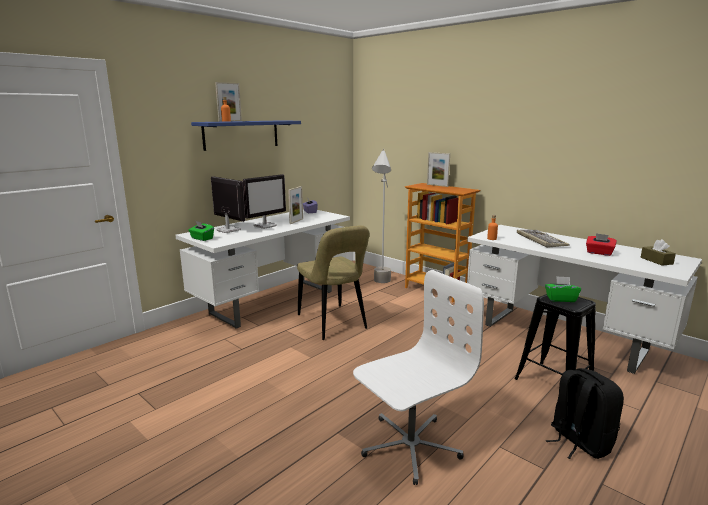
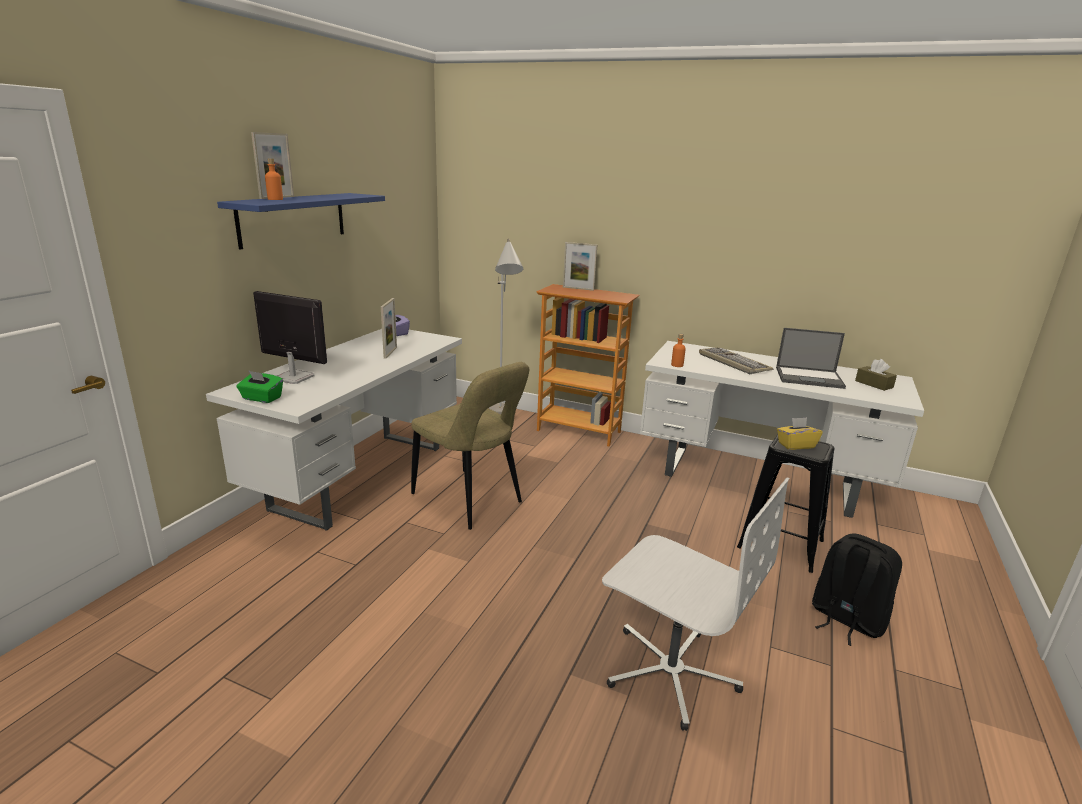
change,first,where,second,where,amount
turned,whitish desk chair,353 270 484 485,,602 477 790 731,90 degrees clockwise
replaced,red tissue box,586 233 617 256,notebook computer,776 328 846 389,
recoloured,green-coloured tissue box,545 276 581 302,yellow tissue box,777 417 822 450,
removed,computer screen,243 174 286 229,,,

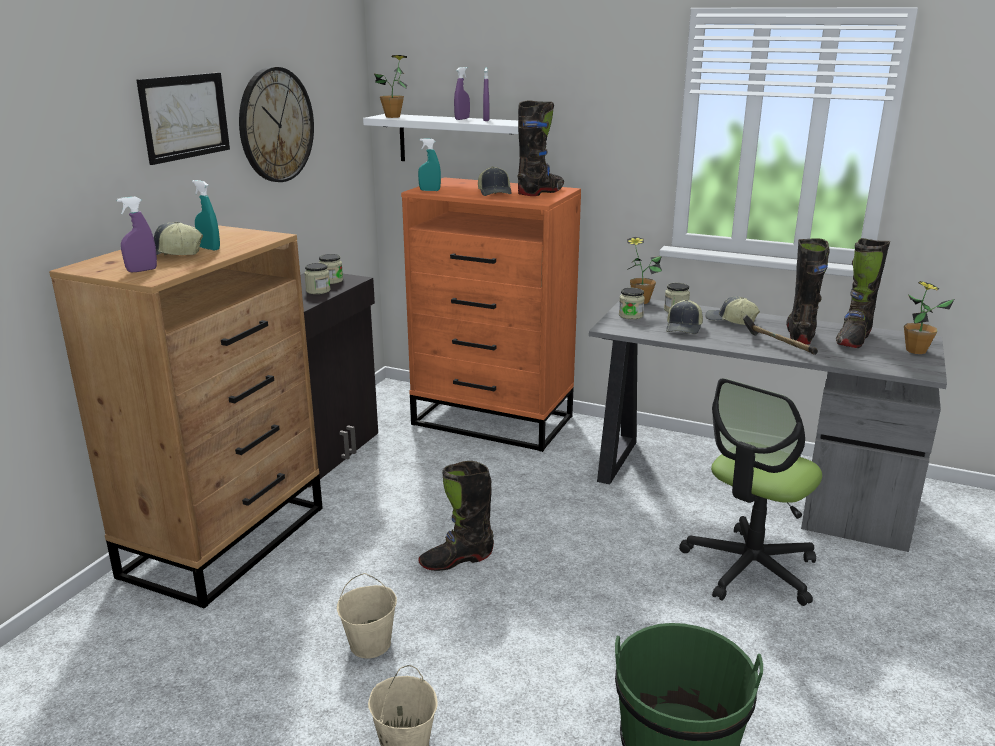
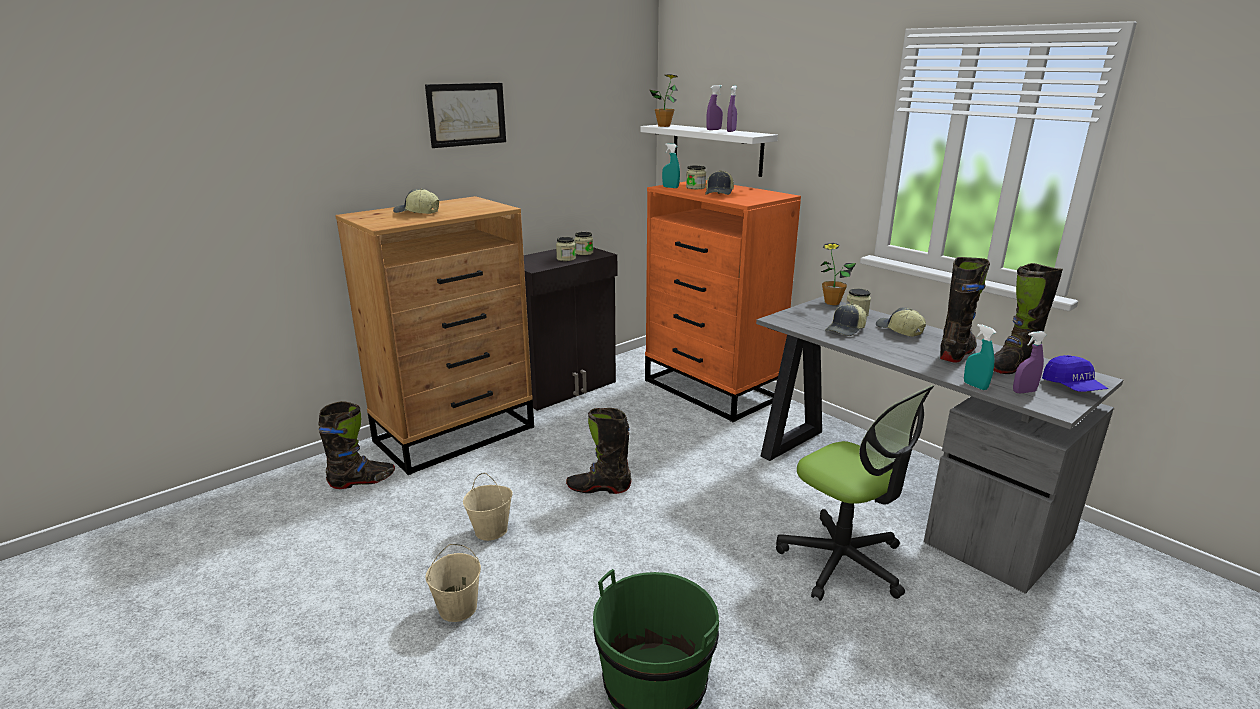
change,first,where,second,where,amount
moved,black-coloured boot,518 100 564 196,,318 401 395 489,
moved,storage jar,619 288 645 320,,686 165 706 189,
turned,desk chair,679 378 822 606,,776 385 934 601,105 degrees counterclockwise
moved,turquoise-coloured spray bottle,192 180 220 251,,964 324 997 390,
moved,purplish spray bottle,117 196 157 273,,1013 331 1047 393,
replaced,plant in a pot,904 281 954 354,blue-coloured peaked cap,1042 355 1108 392,
removed,wall clock,239 67 314 182,,,
removed,hand hammer,743 315 818 355,,,

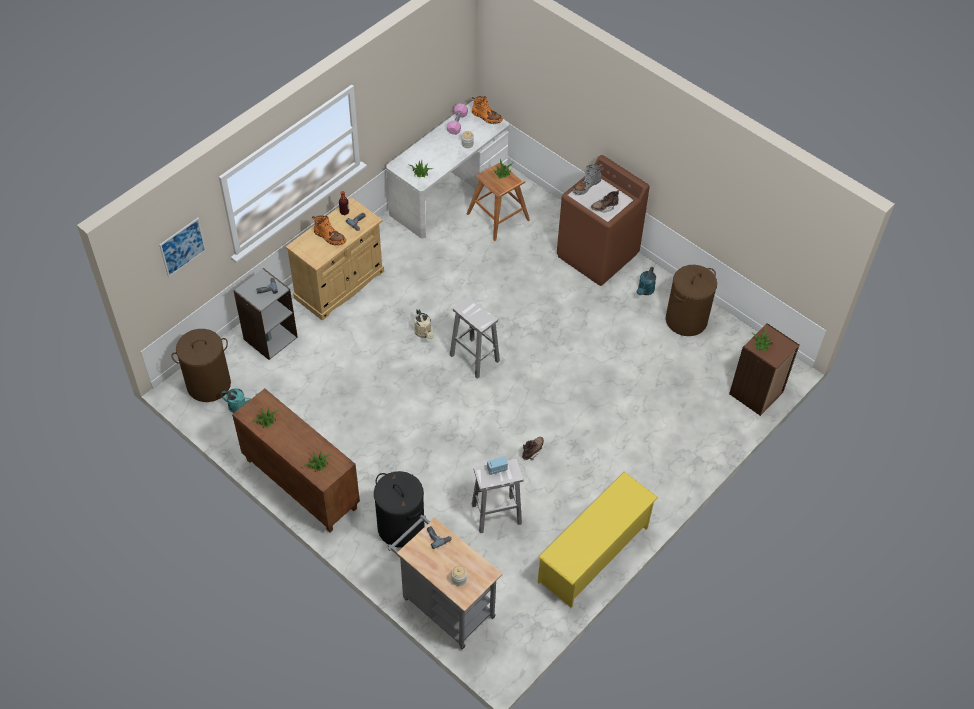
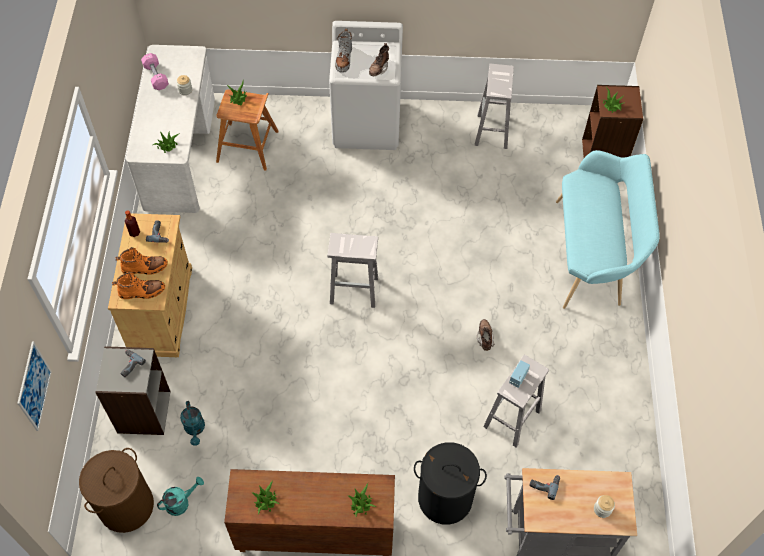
change,first,where,second,where,amount
moved,orangey boot,471 96 503 124,,112 272 165 299,
moved,turquoise-coloured sprinkling can,637 267 656 295,,180 401 205 446,
recoloured,brownish washing machine,557 155 650 286,whitish washing machine,329 21 403 150,
replaced,brownish hamper,666 265 717 336,whitish stool,475 64 514 149,
added,,,turquoise-coloured bench,556 150 660 309,
removed,beige sprinkling can,414 309 434 339,,,
removed,yellow shoe stand,537 472 658 608,,,

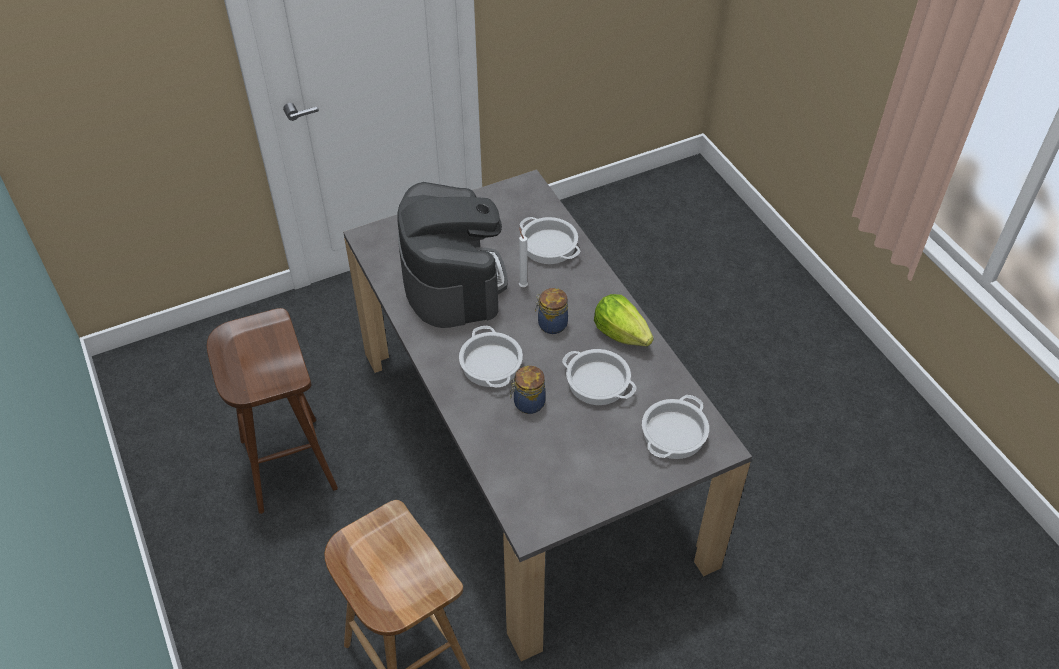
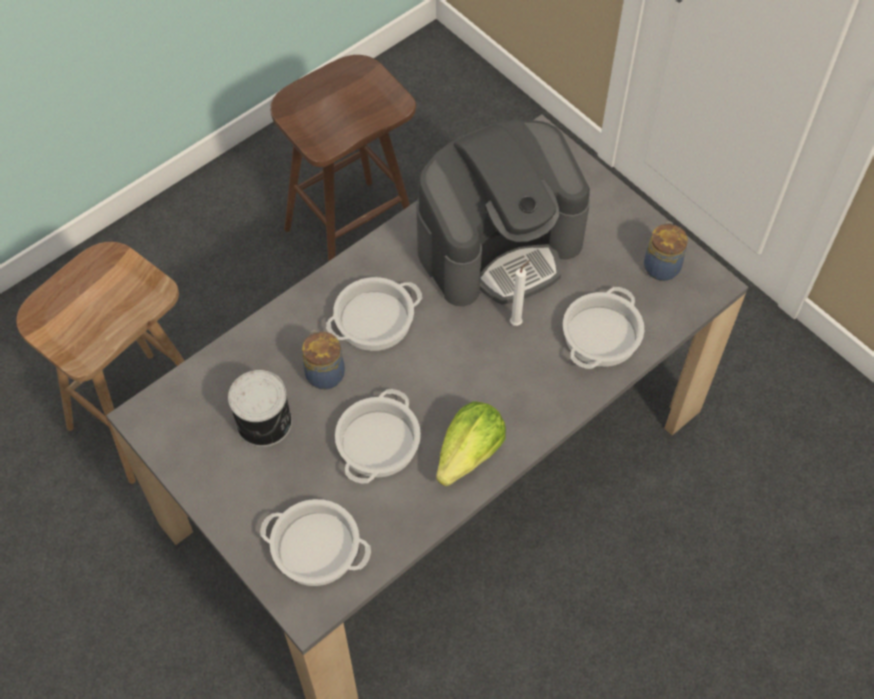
change,first,where,second,where,amount
added,,,can,228 370 292 447,
moved,storage jar,535 288 568 334,,644 222 688 281,

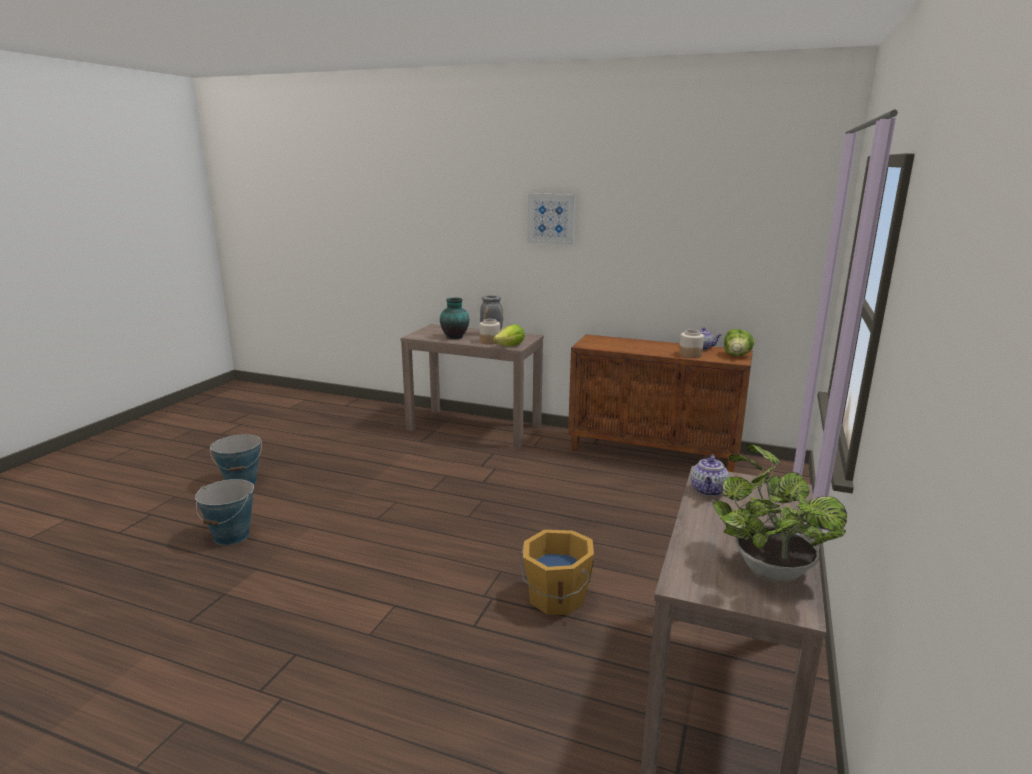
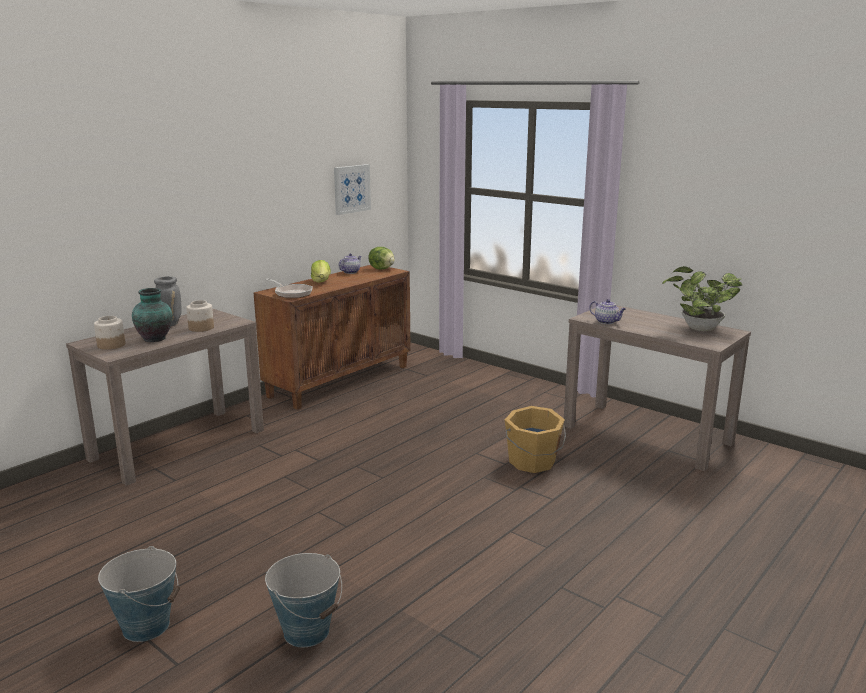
change,first,where,second,where,amount
moved,storage jar,679 330 704 358,,94 316 125 350,
added,,,pan,265 278 313 298,
moved,head of lettuce,493 324 525 346,,311 260 331 283,
moved,wall picture,527 193 576 245,,334 164 371 215,

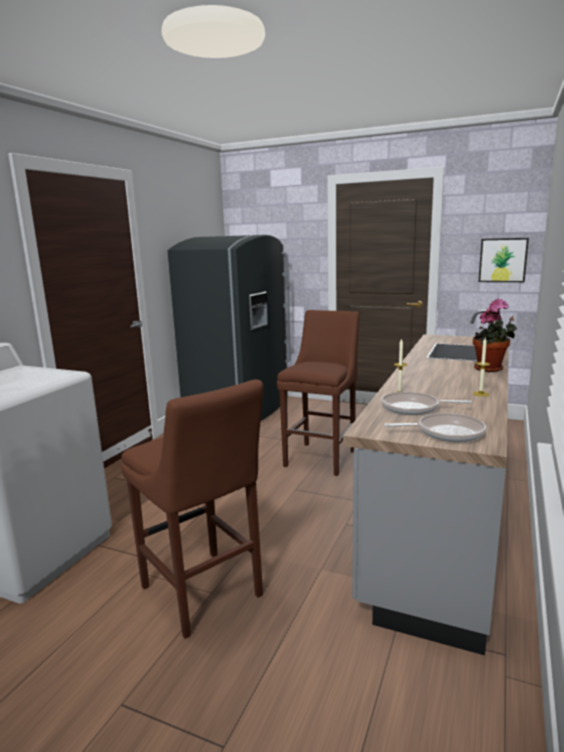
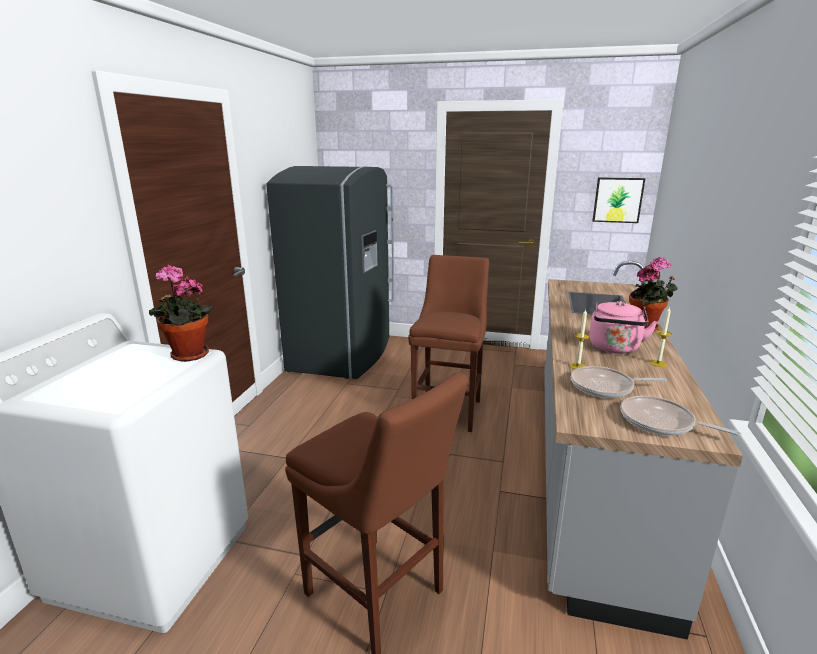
change,first,where,second,where,amount
added,,,plant in a pot,149 265 214 362,
added,,,pinkish water kettle,589 301 658 354,
turned,pan,384 413 486 443,,621 396 742 436,135 degrees counterclockwise

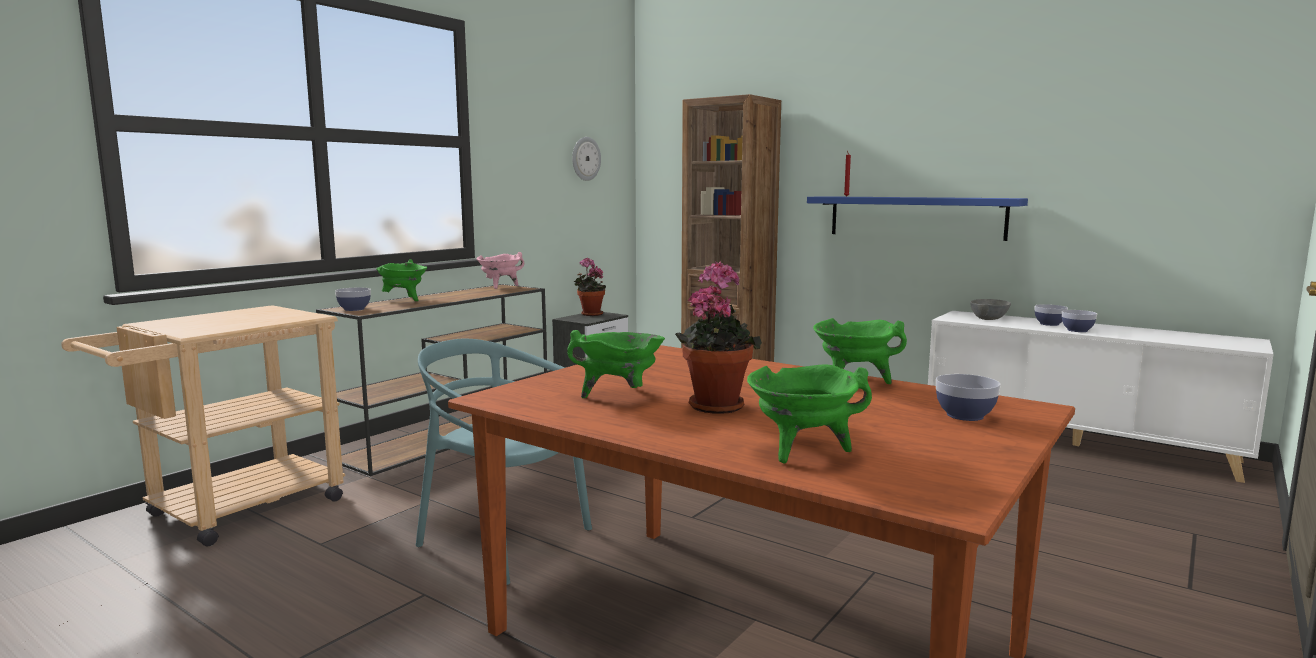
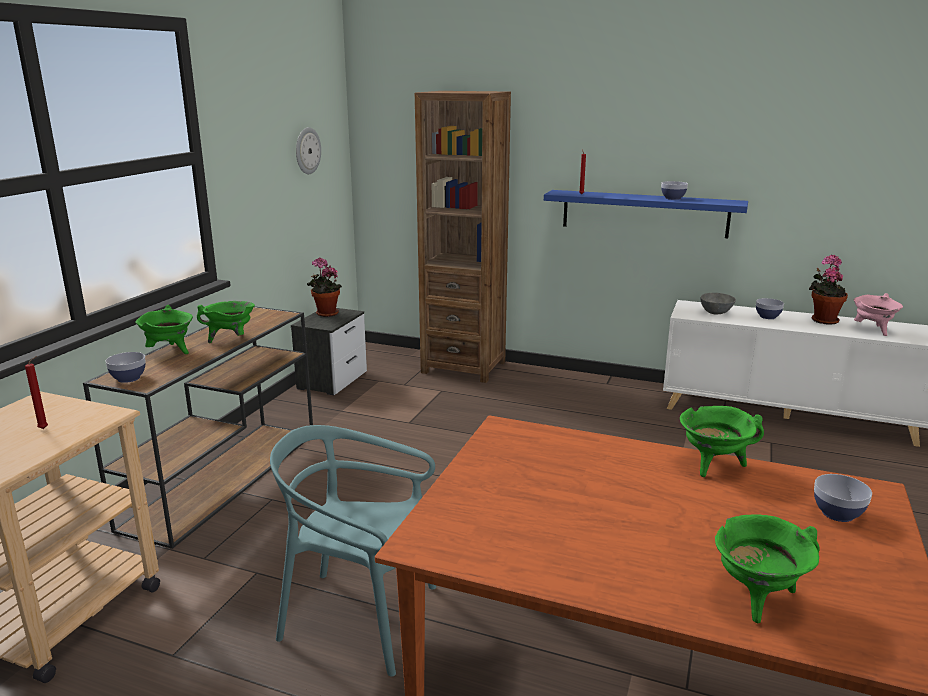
change,first,where,second,where,amount
added,,,red wax candle,25 356 48 429,
moved,green-coloured saucepot,567 330 665 398,,197 301 255 343,
moved,serving bowl,1062 310 1097 332,,661 181 688 200,
moved,plant in a pot,675 262 762 414,,809 255 848 325,
moved,pinkish saucepot,476 252 524 289,,853 293 903 336,

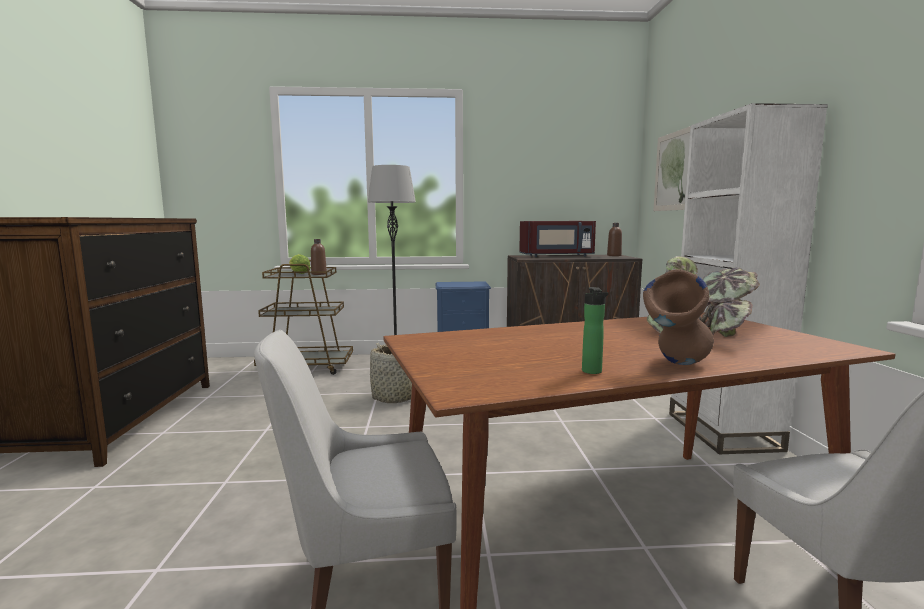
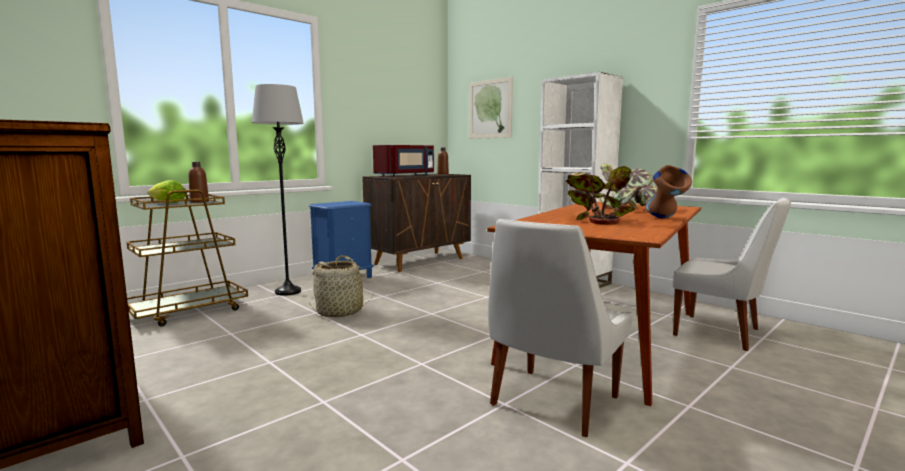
change,first,where,second,where,amount
added,,,plant in a pot,566 166 635 225,
removed,bottle,582 287 609 374,,,

